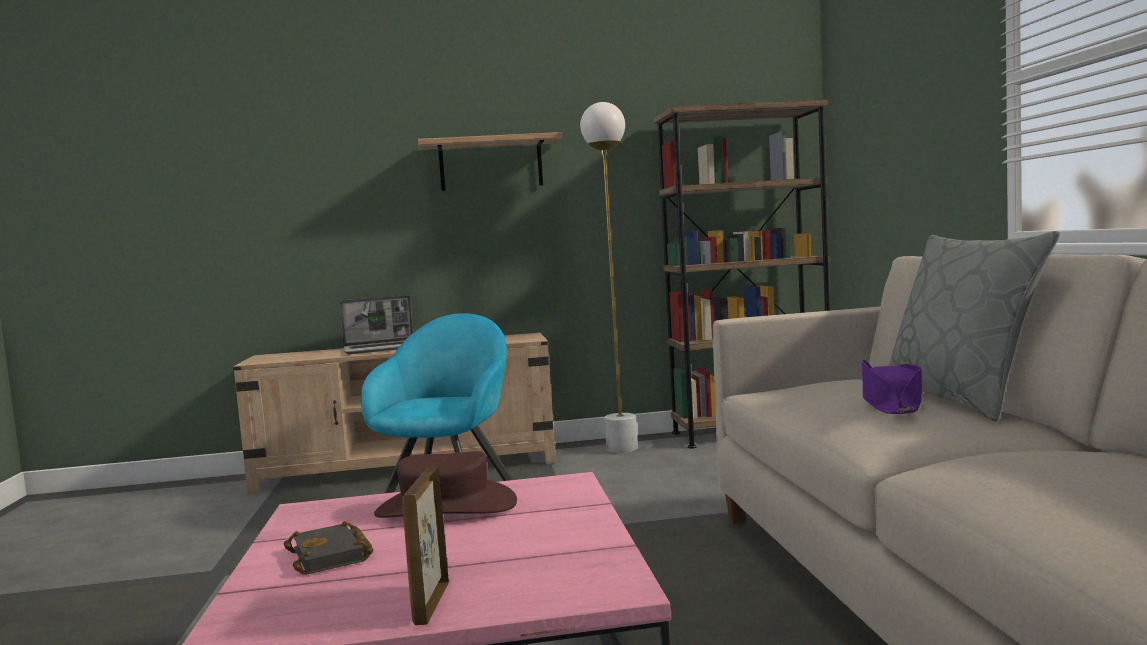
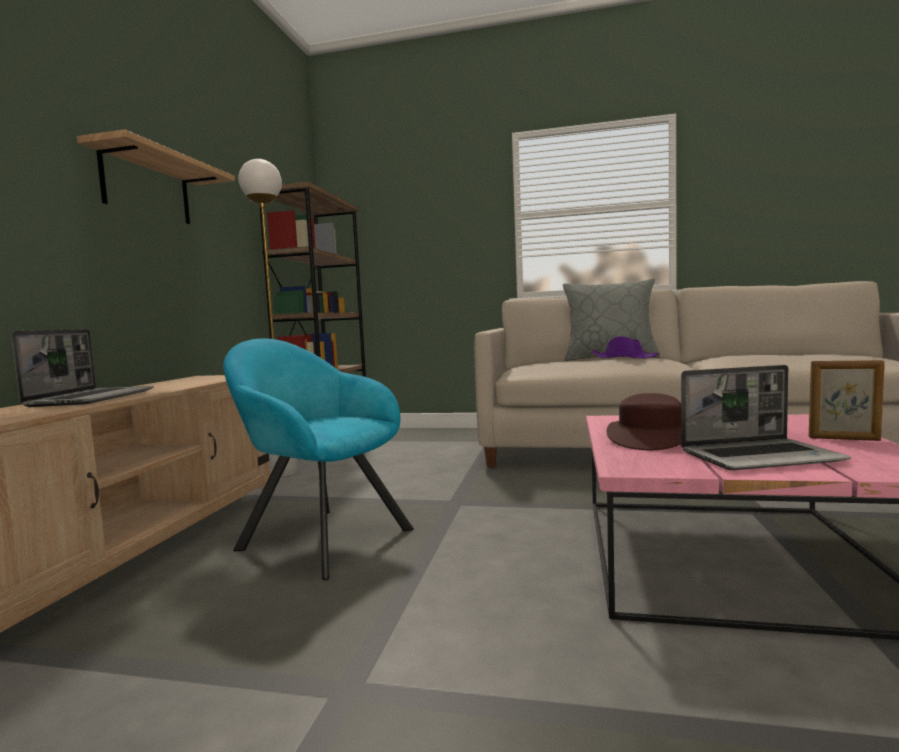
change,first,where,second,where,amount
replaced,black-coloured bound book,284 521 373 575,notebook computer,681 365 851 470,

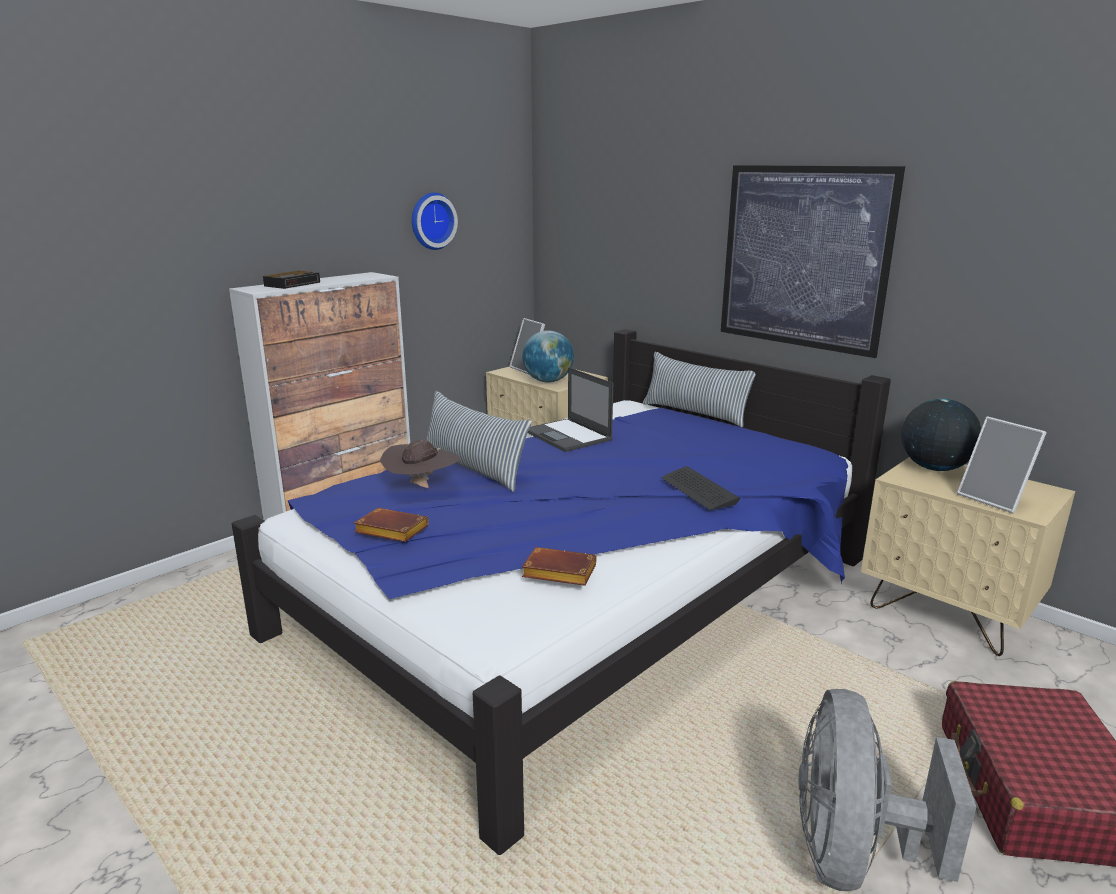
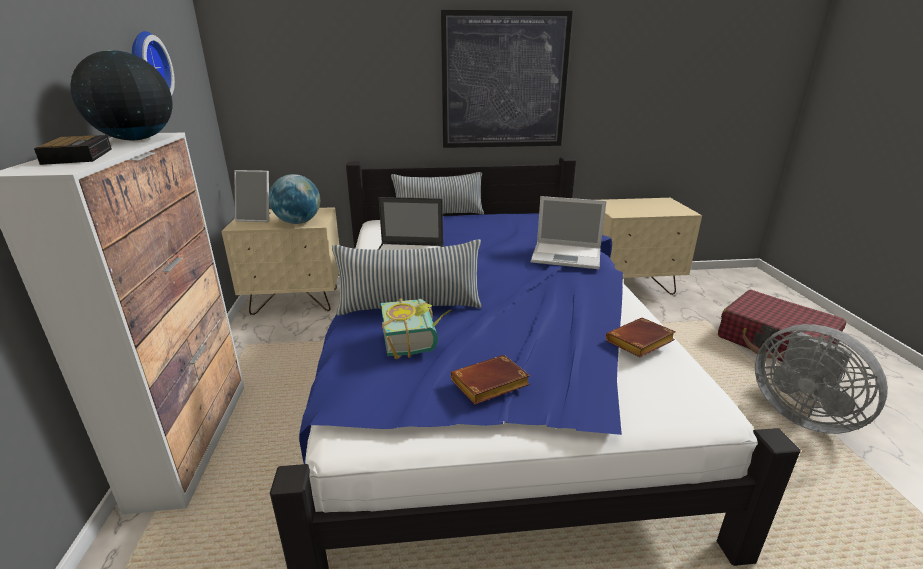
change,first,where,second,where,amount
moved,globe,901 399 981 471,,70 50 172 140,
replaced,brownish hat,380 439 460 488,bound book,381 298 451 359,
replaced,PC keyboard,662 466 741 510,notebook computer,531 196 607 269,
removed,picture frame,957 416 1047 513,,,

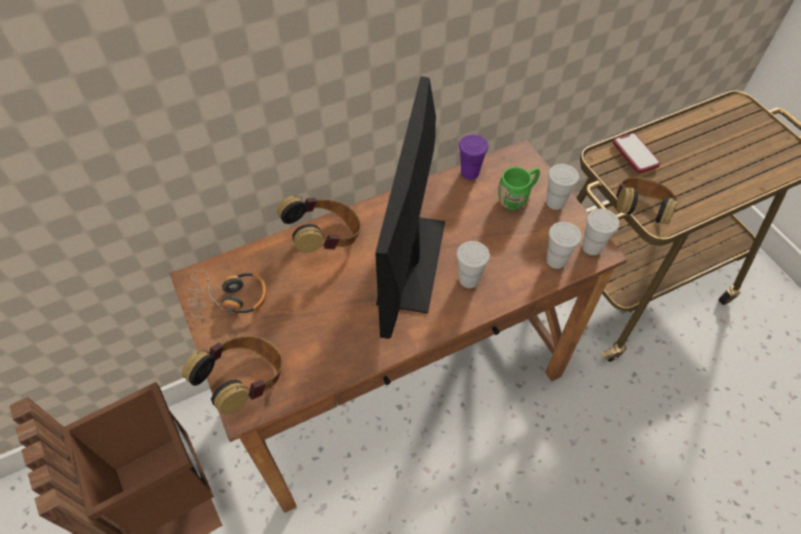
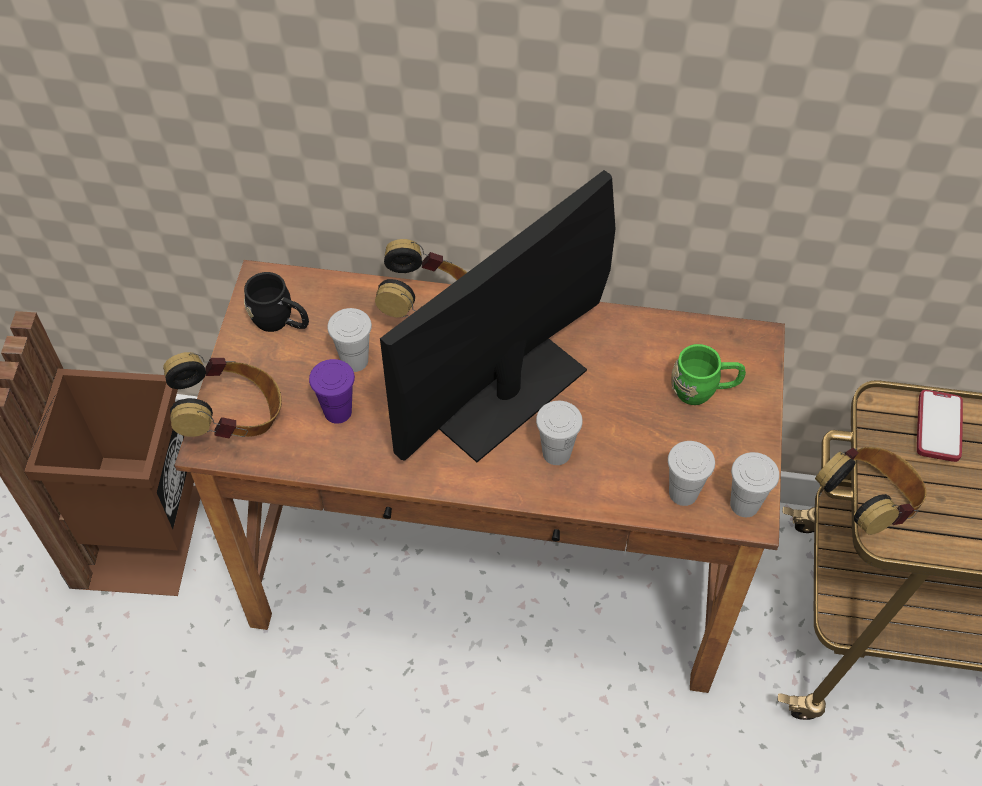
change,first,where,second,where,amount
replaced,pair of headphones,188 270 267 326,black-coloured tea mug,244 272 309 332,
moved,purplish drinking cup,459 135 488 180,,309 359 355 424,
moved,whitish drinking cup,546 164 579 210,,328 308 372 372,

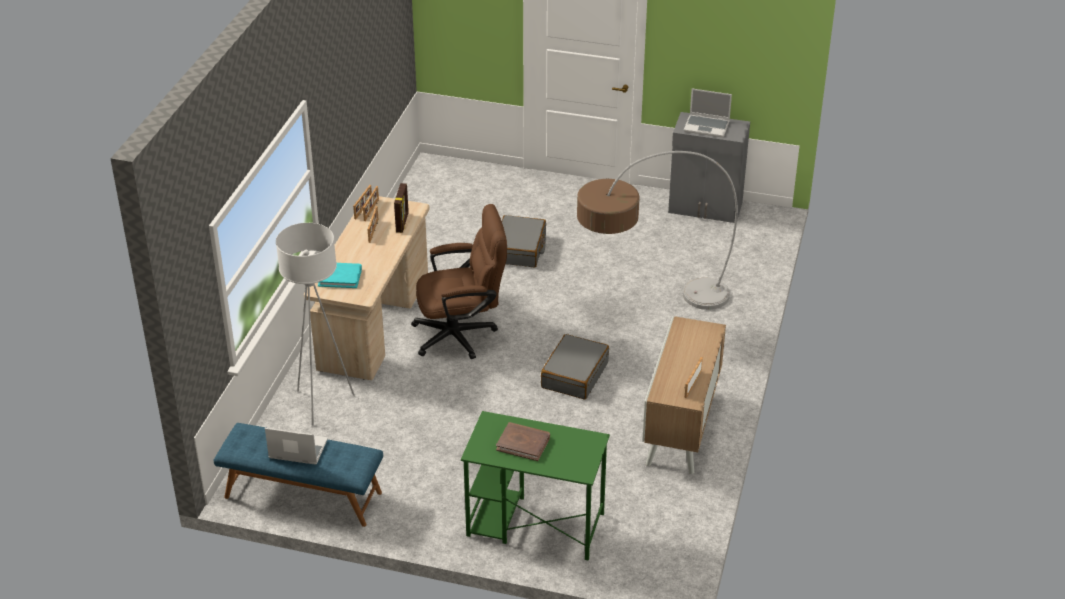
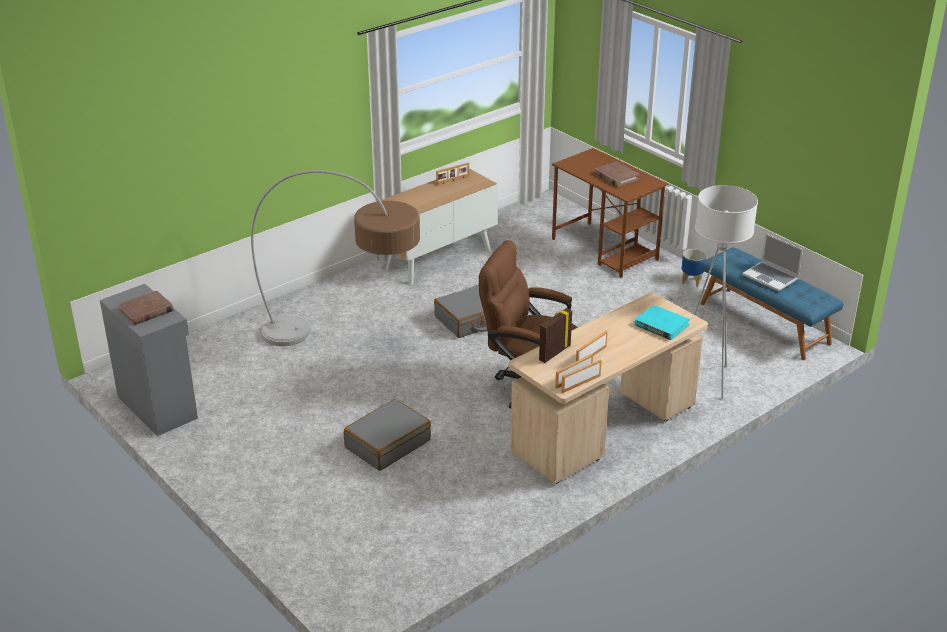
change,first,where,second,where,amount
replaced,notebook computer,684 89 732 137,brownish bound book,118 290 174 325,
recoloured,green-coloured desk,461 411 610 561,brownish desk,552 148 668 278,
added,,,planter,682 249 706 287,

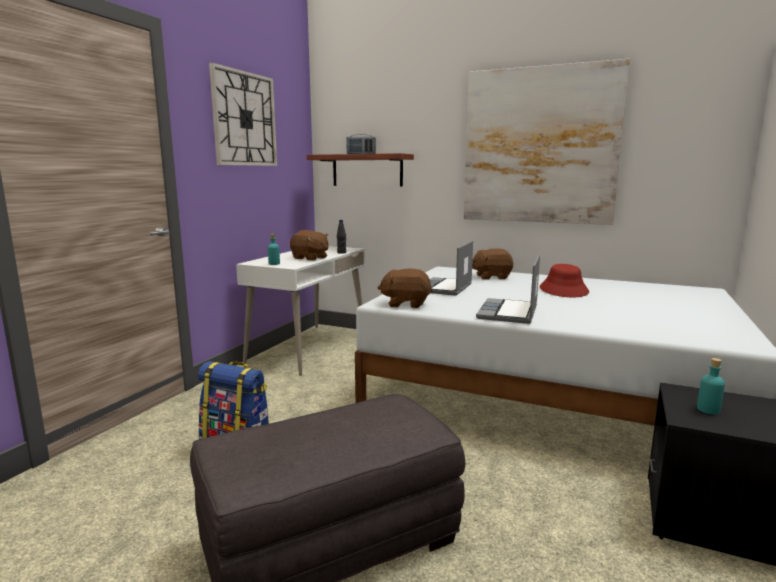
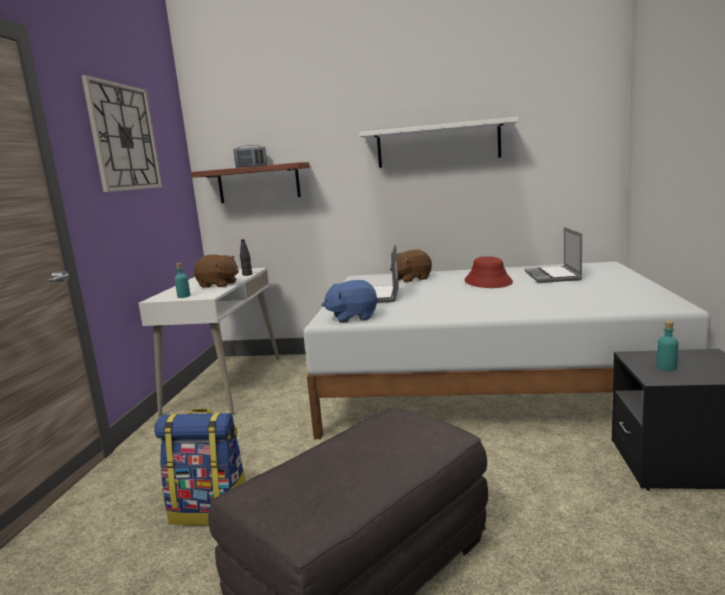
change,first,where,second,where,amount
recoloured,brownish soft toy,377 268 432 308,blue-coloured soft toy,322 280 378 323,
replaced,wall picture,464 59 630 225,whitish shelf,359 117 519 168,
moved,notebook computer,476 255 540 324,,525 227 582 283,

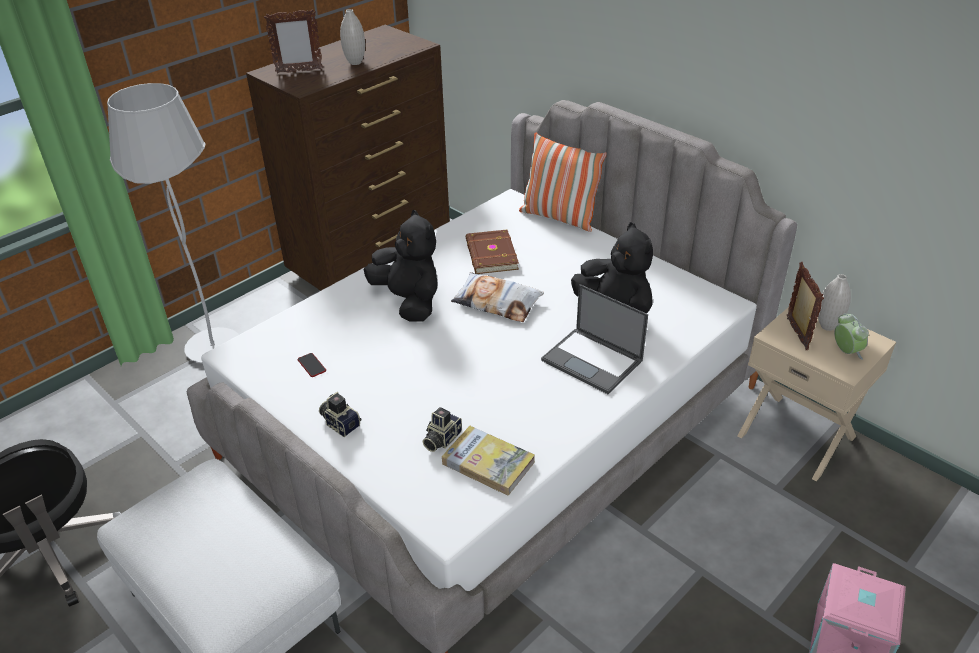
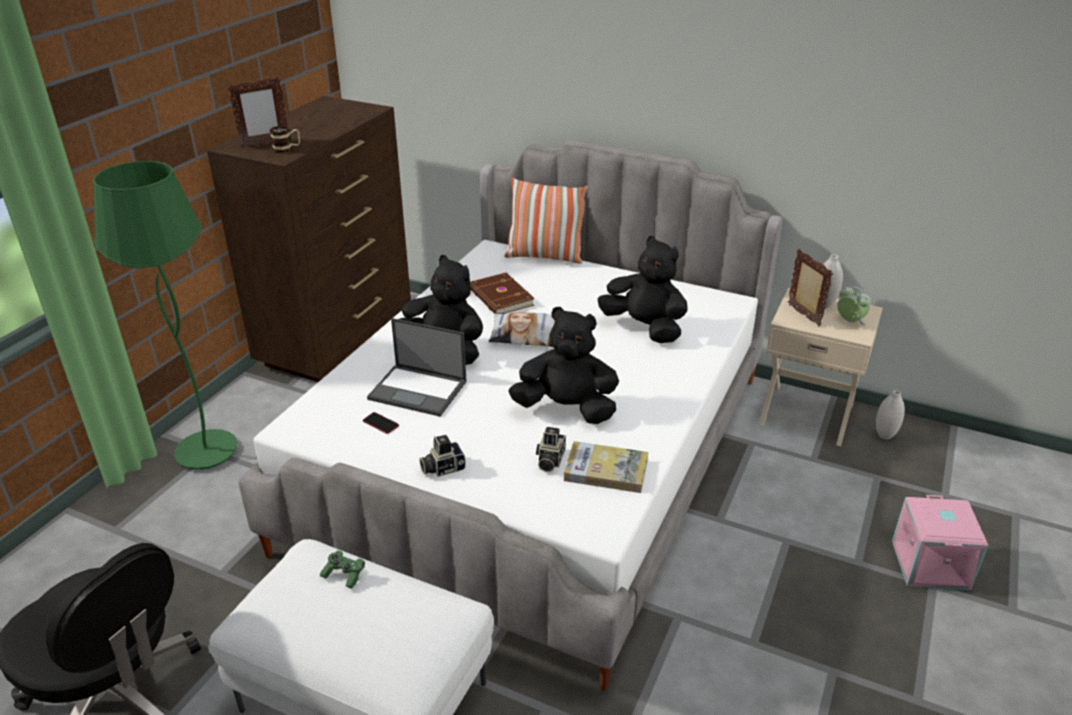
change,first,where,second,where,amount
recoloured,whitish floor lamp,107 83 239 364,green-coloured floor lamp,93 161 237 470,
added,,,tea mug,270 126 300 153,
added,,,green-coloured game controller,320 551 365 589,
moved,notebook computer,541 284 648 394,,367 318 467 417,
turned,still camera,319 392 362 437,,420 435 466 477,45 degrees counterclockwise
added,,,black-coloured soft toy,509 307 619 424,
moved,whitish flower vase,340 9 365 65,,876 390 905 440,

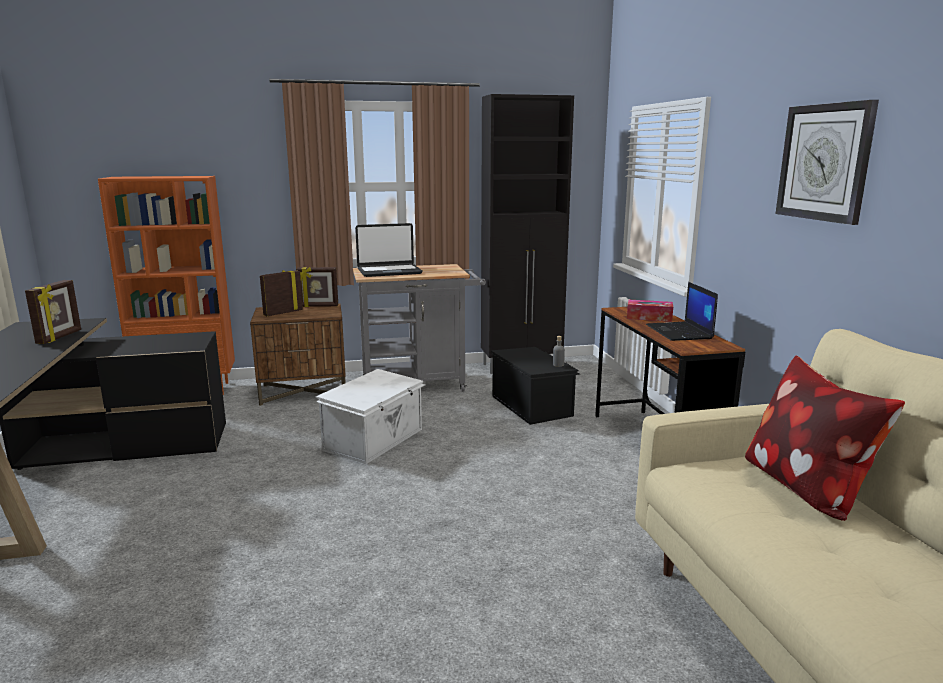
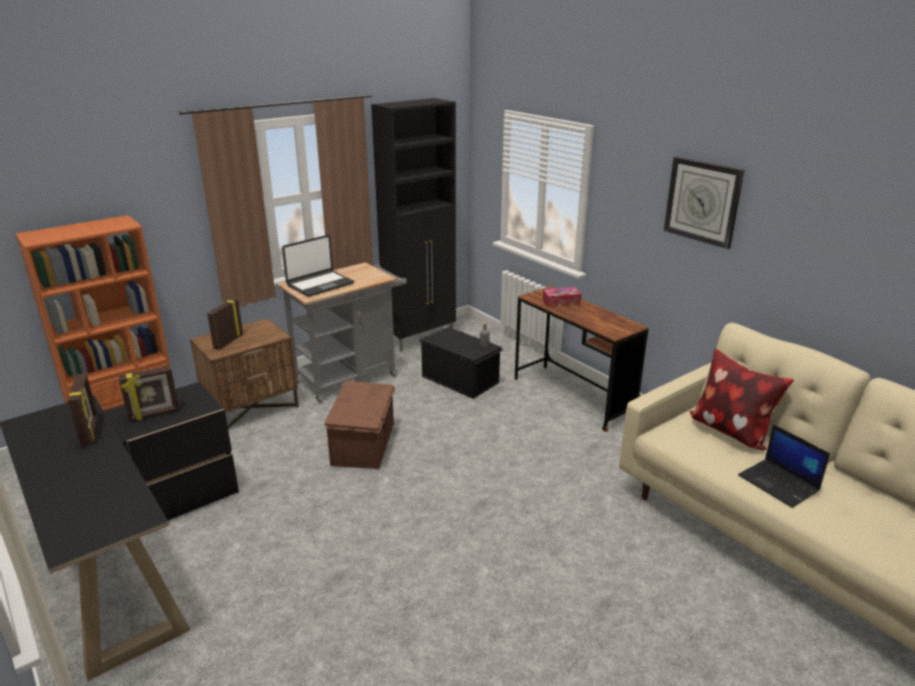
change,first,where,second,where,amount
moved,picture frame,296 267 338 307,,118 365 180 422,
recoloured,whitish storage container,316 369 426 464,brownish storage container,324 381 396 469,
moved,notebook computer,646 282 718 341,,738 424 830 508,

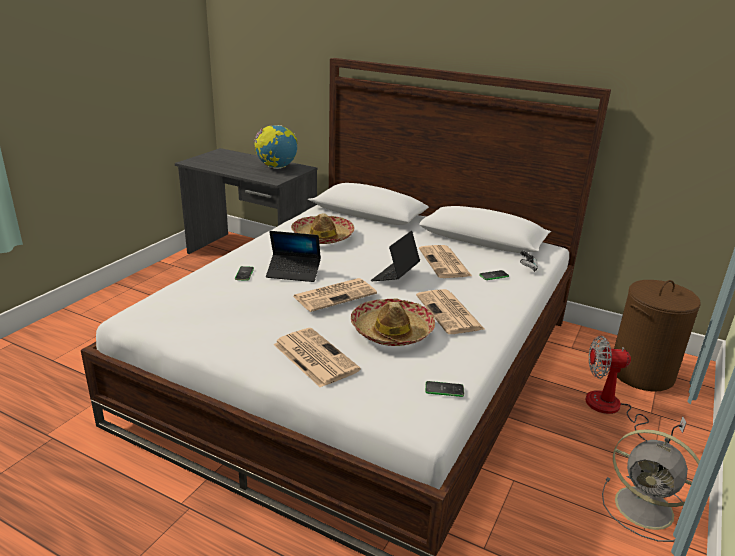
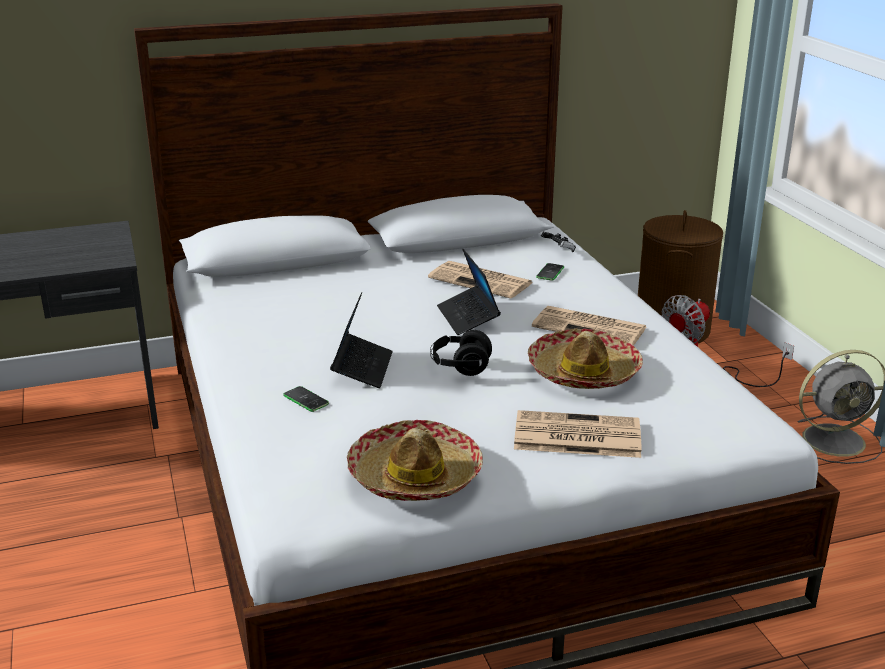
change,first,where,second,where,amount
turned,notebook computer,266 231 321 282,,330 292 393 388,45 degrees counterclockwise
moved,hat,291 214 354 244,,347 420 483 501,
replaced,printed paper,293 278 377 312,black-coloured pair of headphones,430 330 492 376,
removed,globe,254 125 298 169,,,
removed,telephone,425 381 464 397,,,

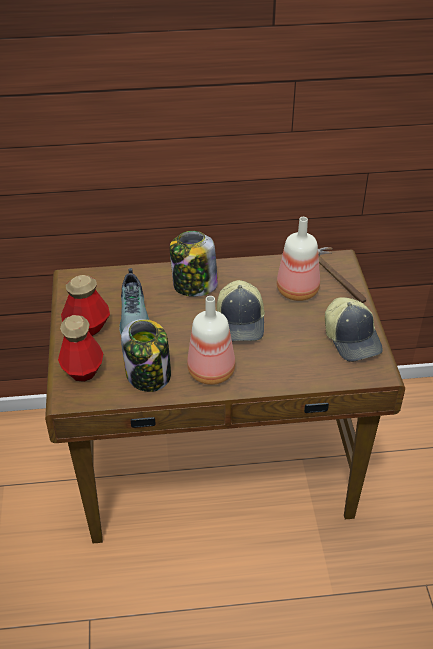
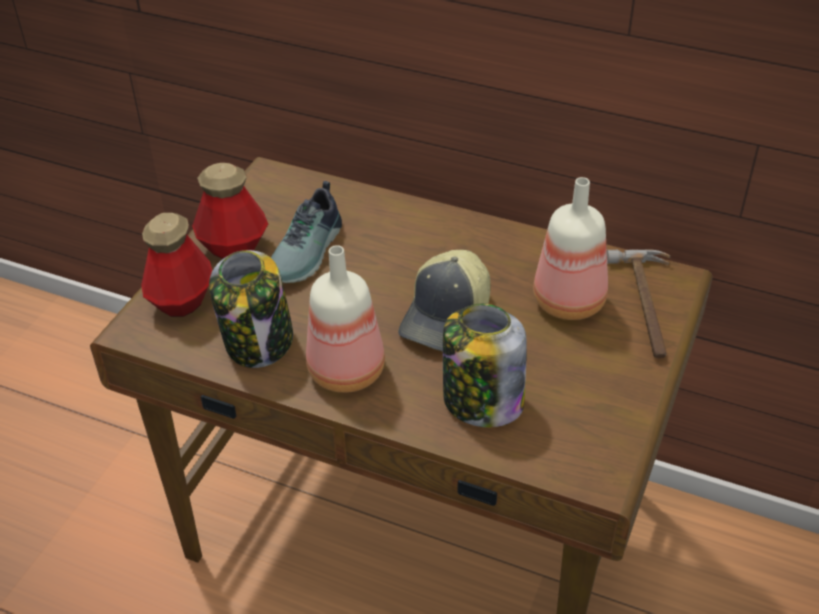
change,first,where,second,where,amount
moved,storage jar,170 231 218 297,,443 304 527 427,
removed,peaked cap,325 297 383 362,,,

